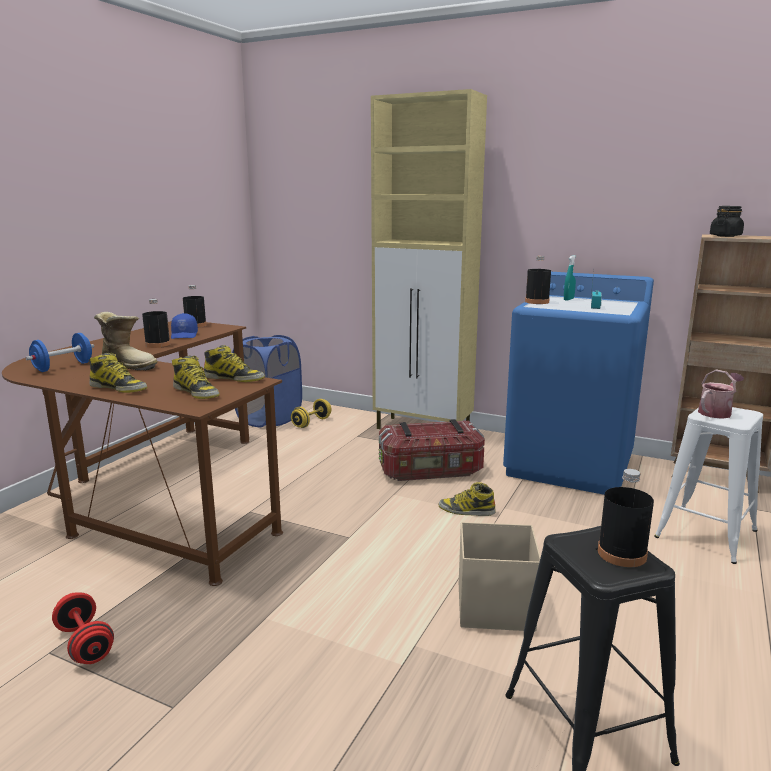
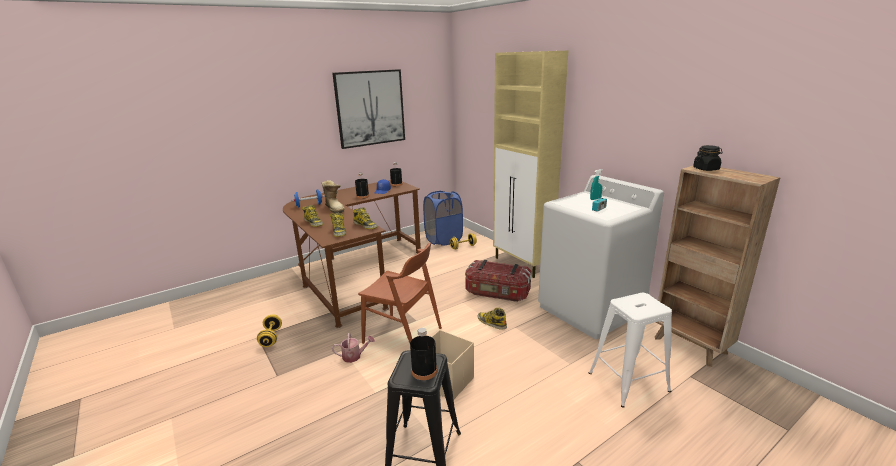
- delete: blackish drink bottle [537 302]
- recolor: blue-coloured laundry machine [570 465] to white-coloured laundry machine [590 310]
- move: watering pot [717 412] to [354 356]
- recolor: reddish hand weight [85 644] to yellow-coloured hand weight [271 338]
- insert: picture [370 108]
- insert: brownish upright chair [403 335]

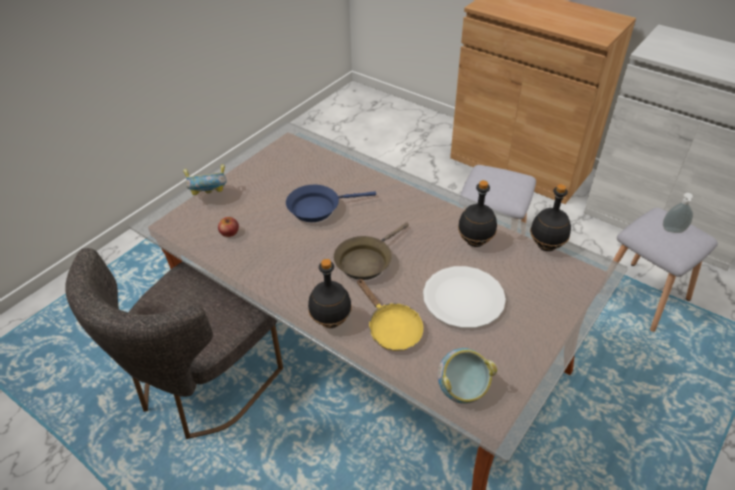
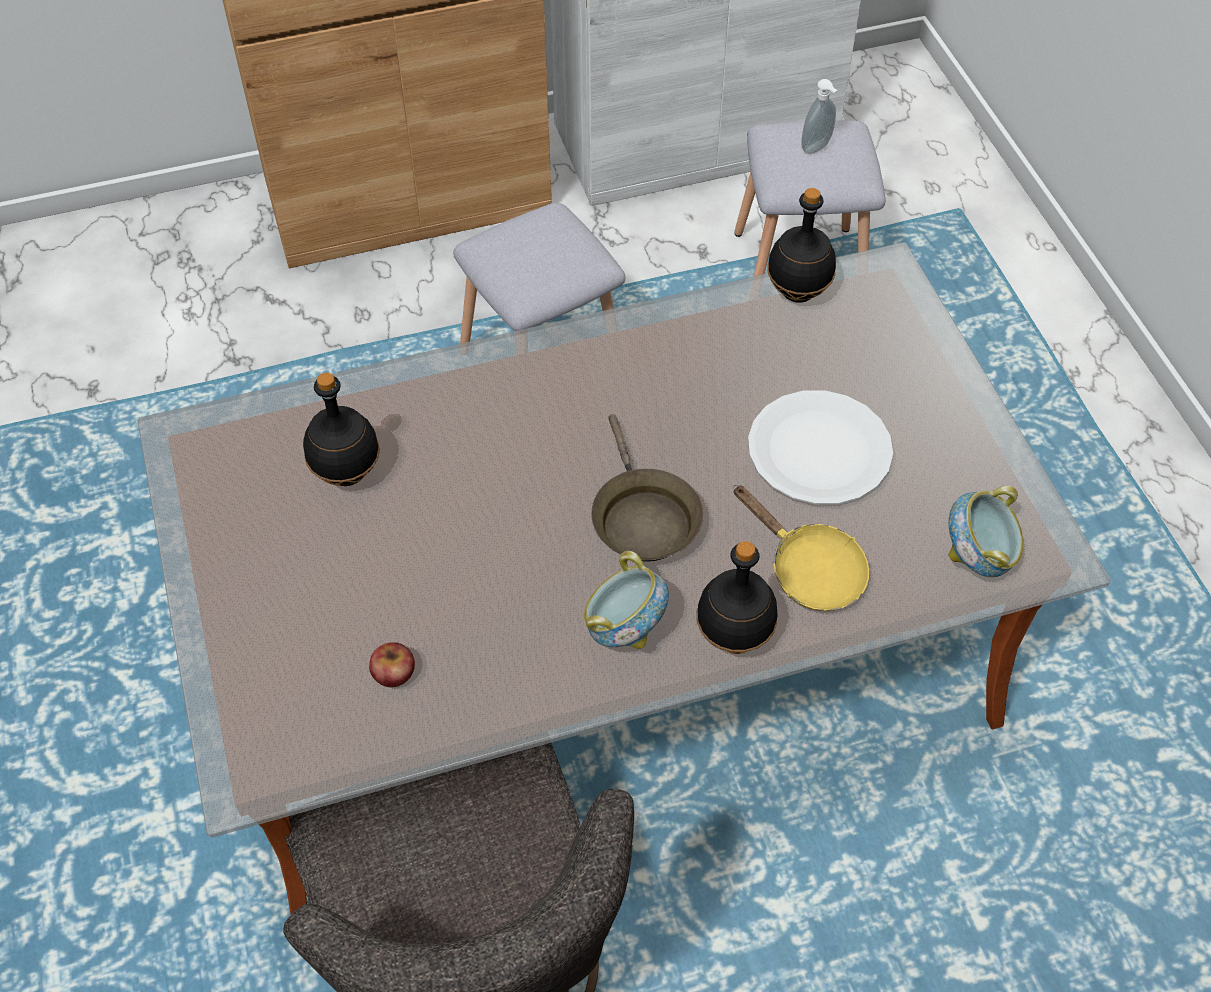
- move: bowl [210 195] to [625 628]
- move: blackish drink bottle [474 241] to [346 474]
- delete: blue-coloured frying pan [318 208]
- rotate: yellow-coloured frying pan [391 328] = [809 570] 45 degrees clockwise

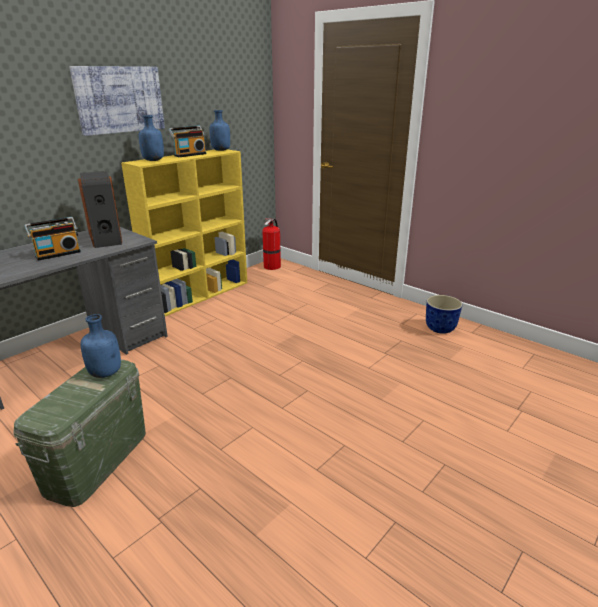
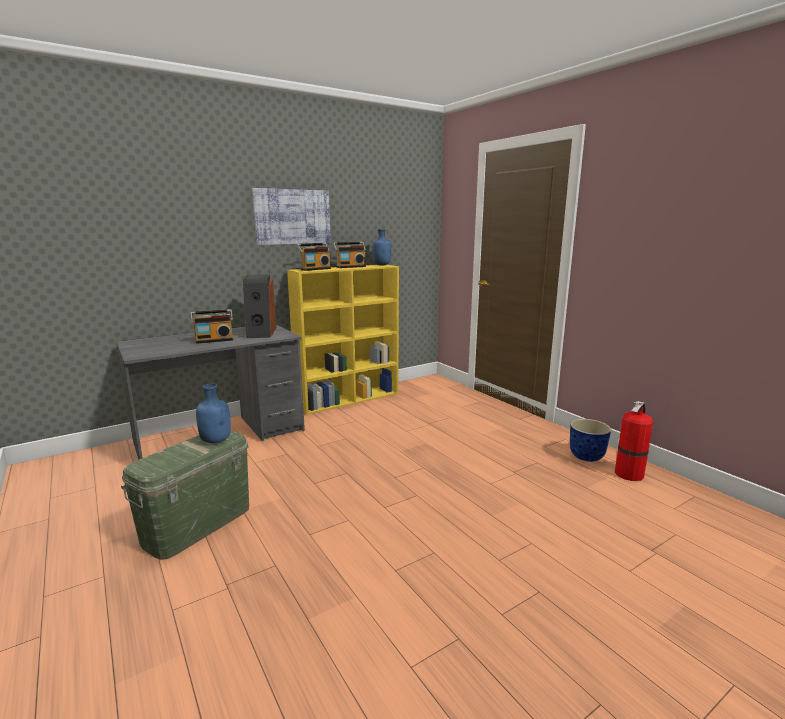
- replace: blue-coloured drink bottle [153 160] to radio [315 269]
- move: extinguisher [272 266] to [629 473]

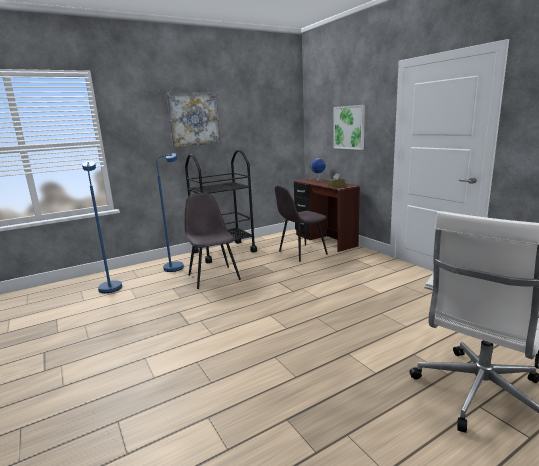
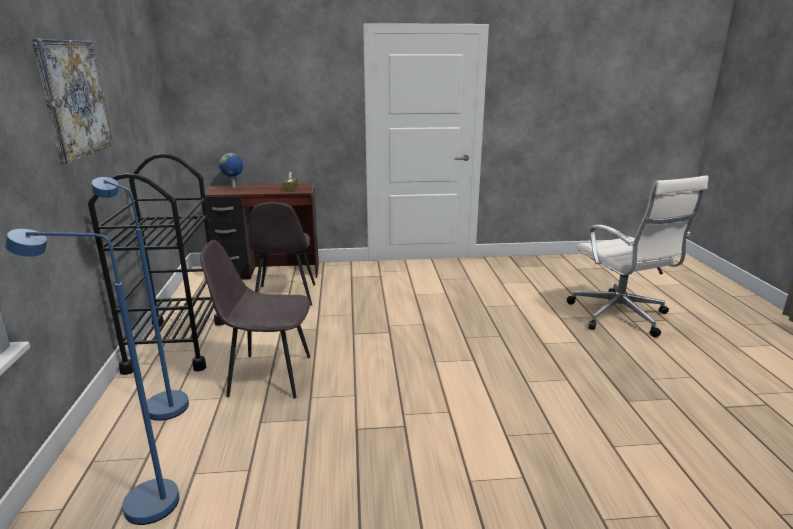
- delete: picture [349 127]

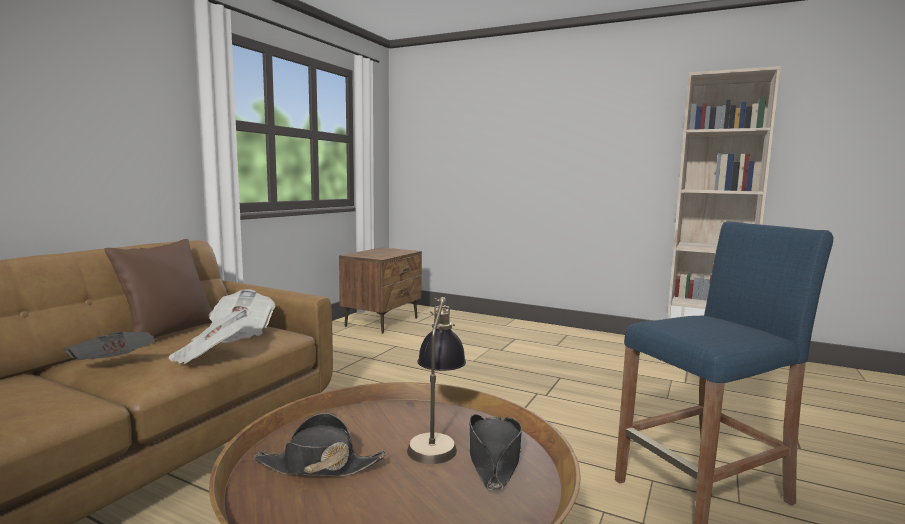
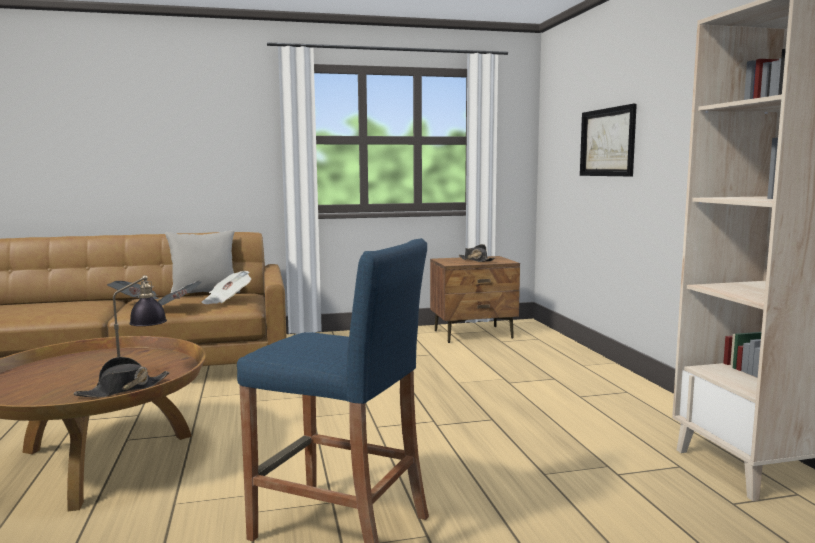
- recolor: brownish throw pillow [168 332] to greyish throw pillow [204 294]
- move: blackish wearable hat [319 465] to [475 260]
- insert: picture [607 142]

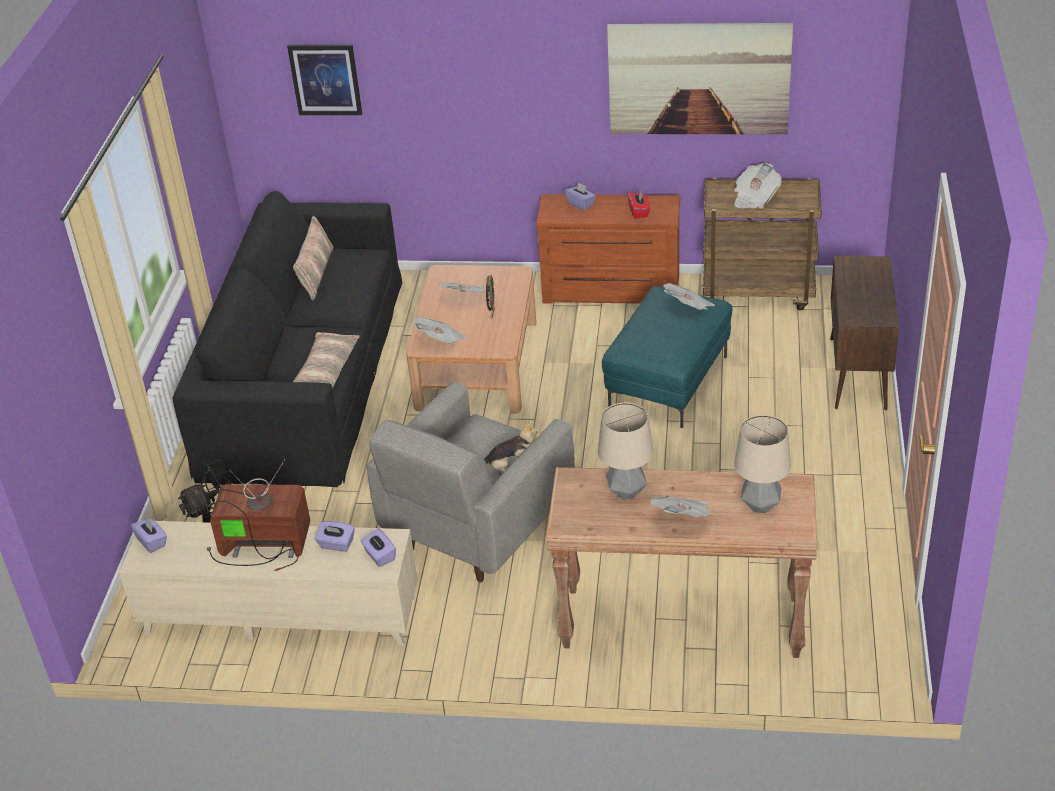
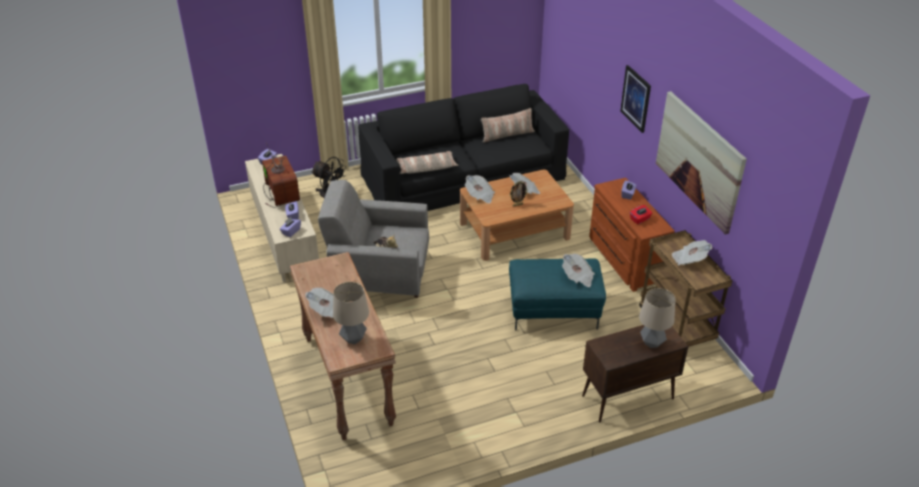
- move: picture [325 79] to [636 98]
- move: lamp for a table [626 492] to [651 343]

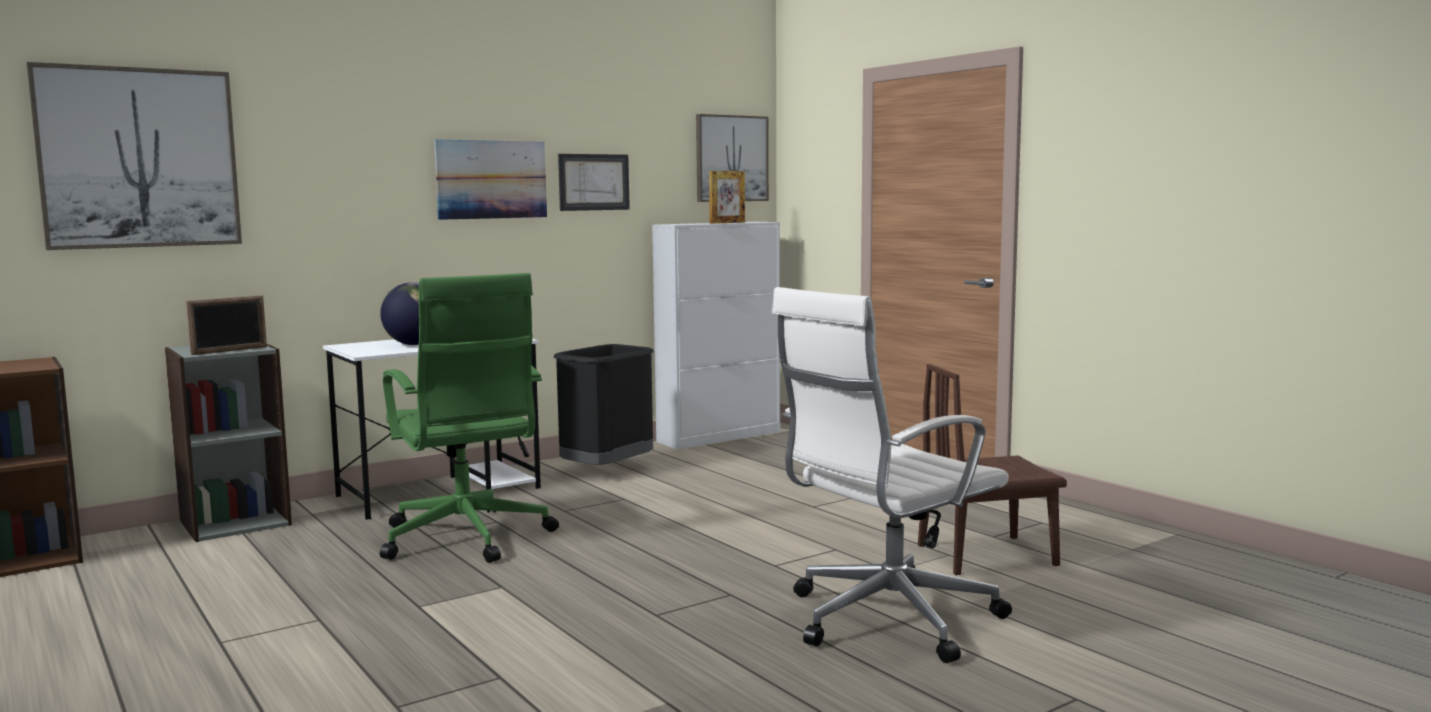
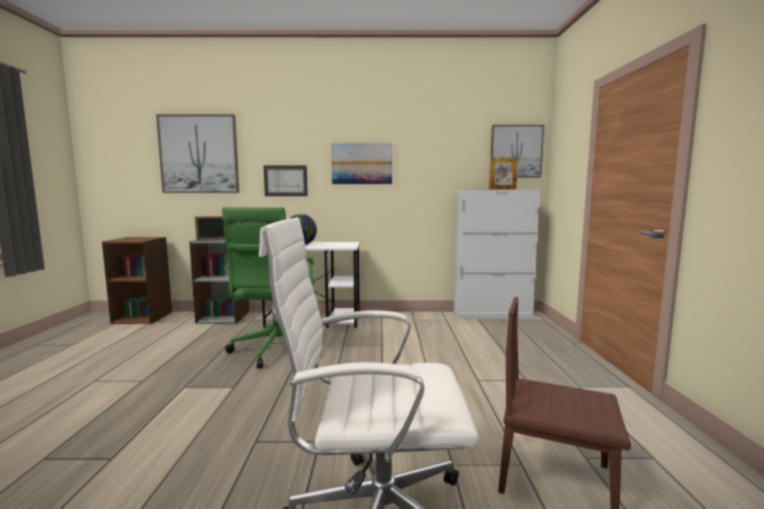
- move: picture [593 182] to [285 181]
- delete: blackish rubbish bin [607 471]

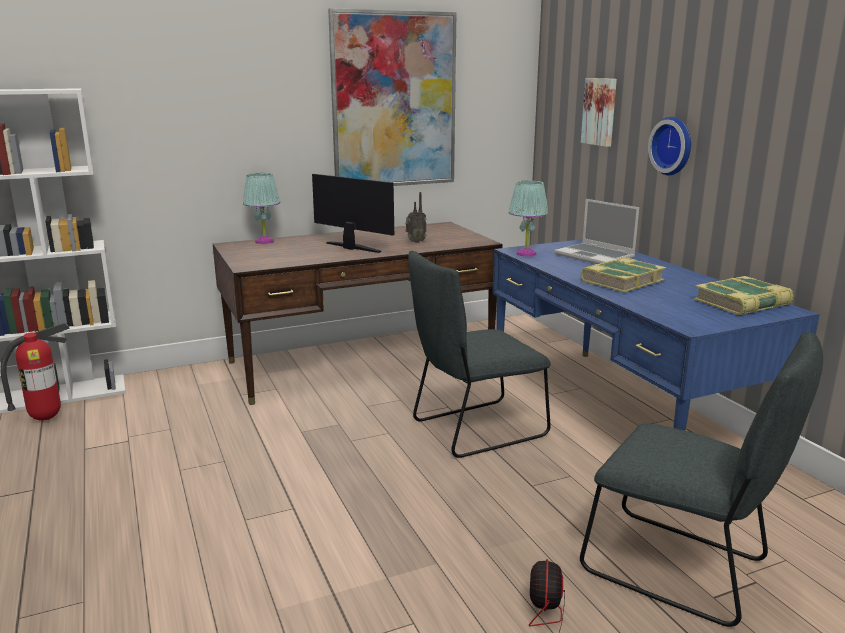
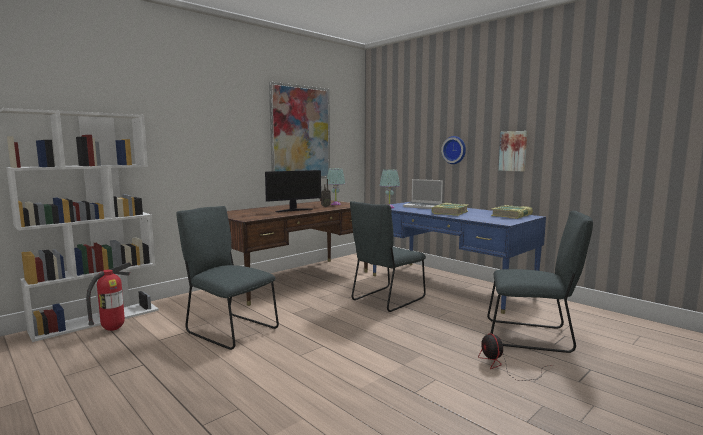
- move: picture [600 111] to [513 151]
- move: blue-green lamp for a table [264 241] to [335 204]
- rotate: computer screen [351 248] = [294 210] 135 degrees clockwise
- insert: greyish upright chair [229 330]

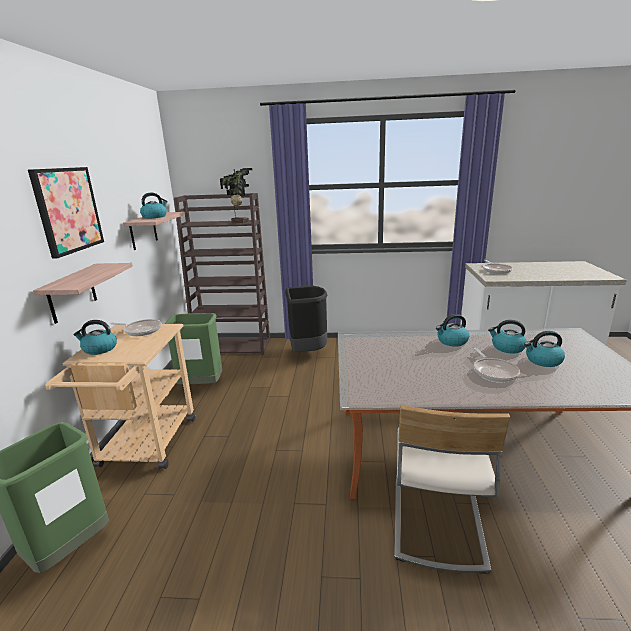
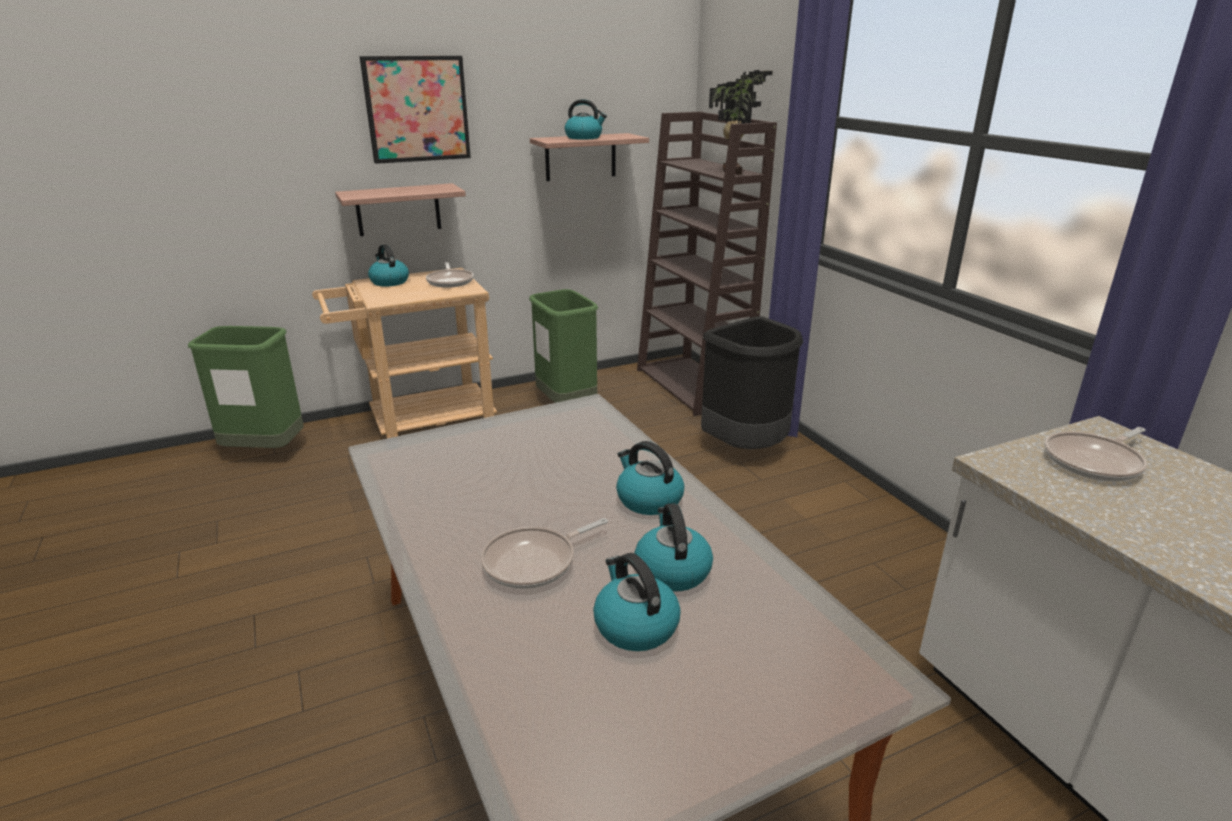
- delete: beige-coloured upright chair [436 522]

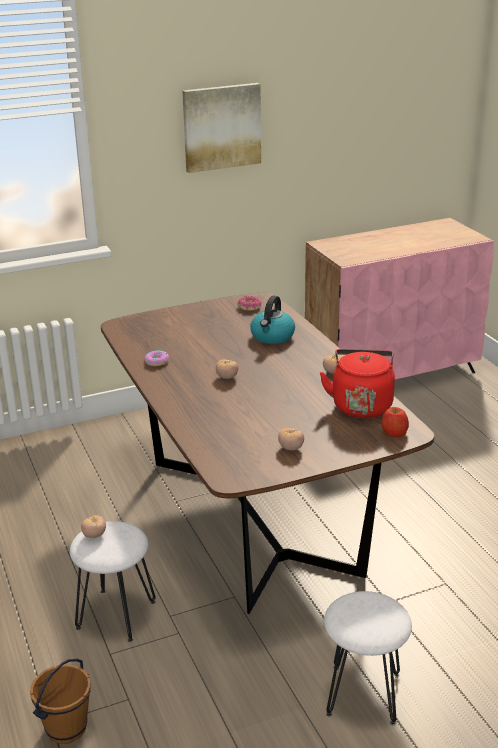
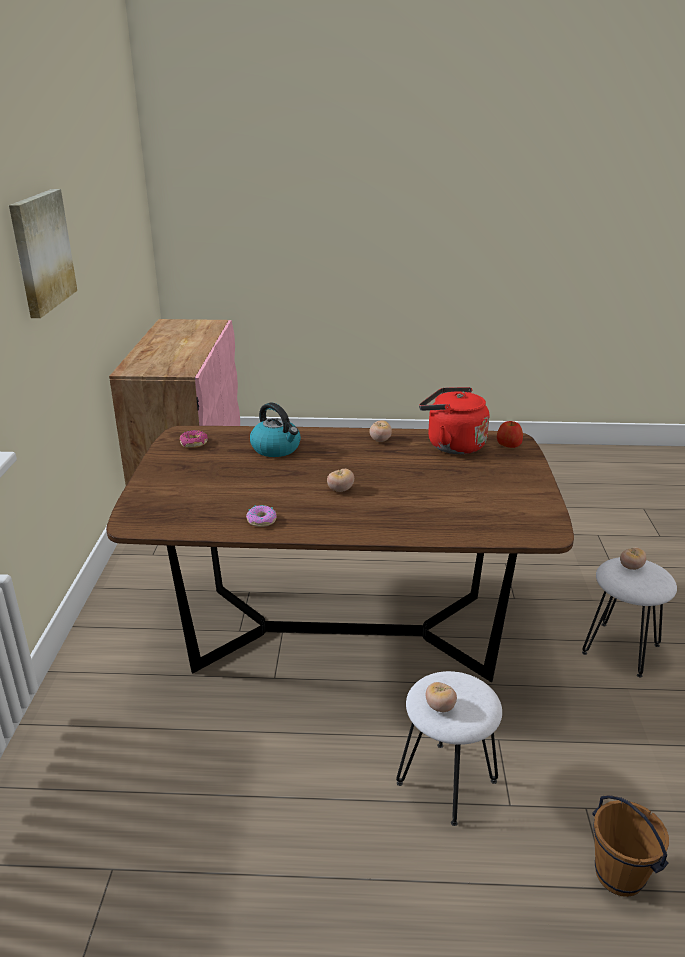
- move: whole tomato [291 448] to [631 567]

